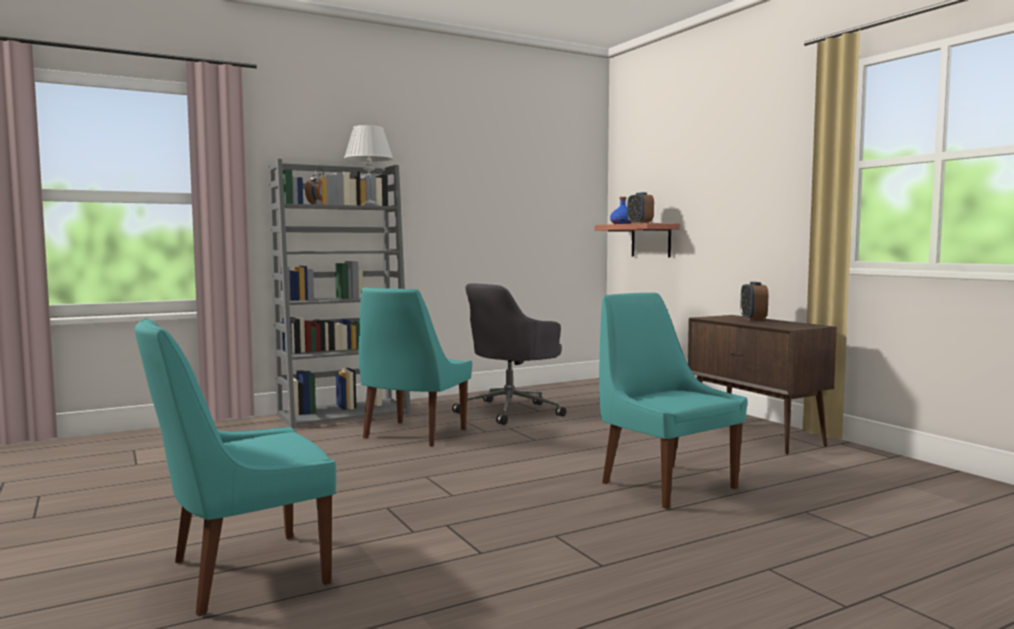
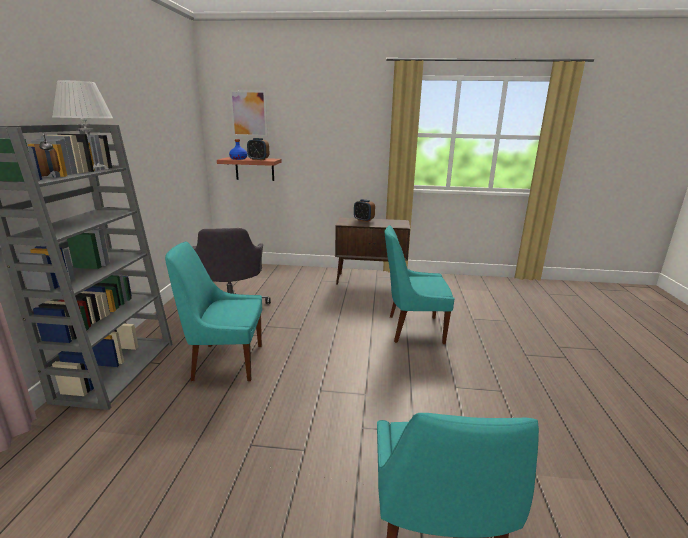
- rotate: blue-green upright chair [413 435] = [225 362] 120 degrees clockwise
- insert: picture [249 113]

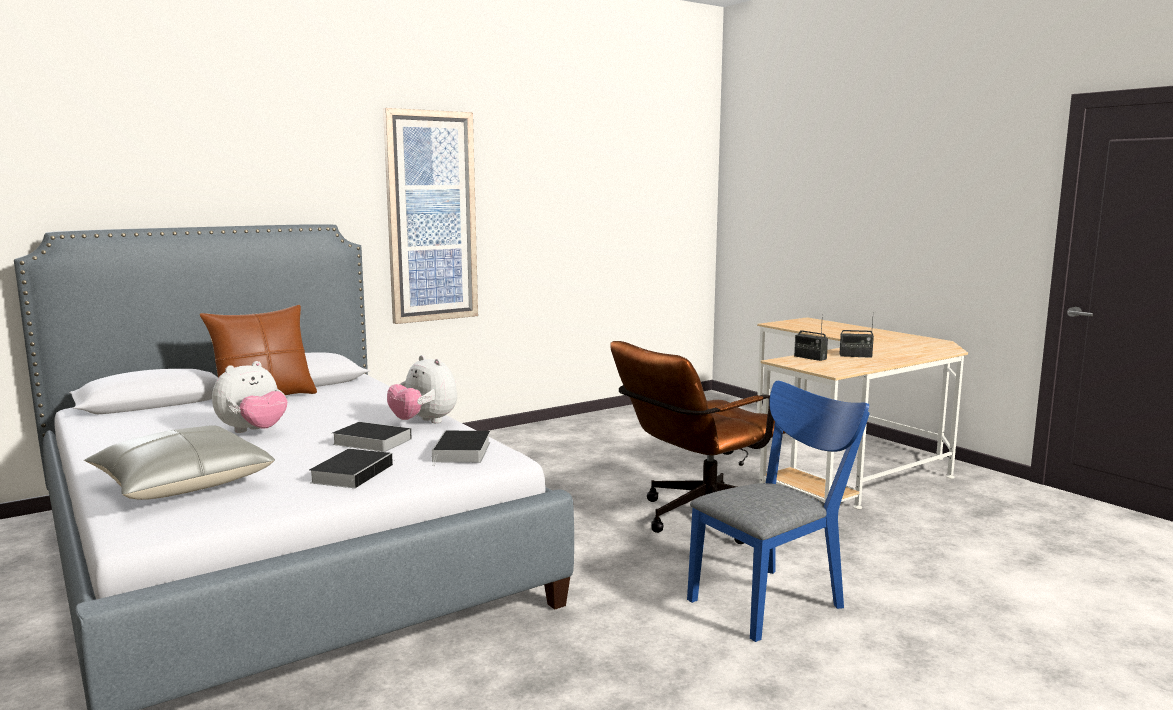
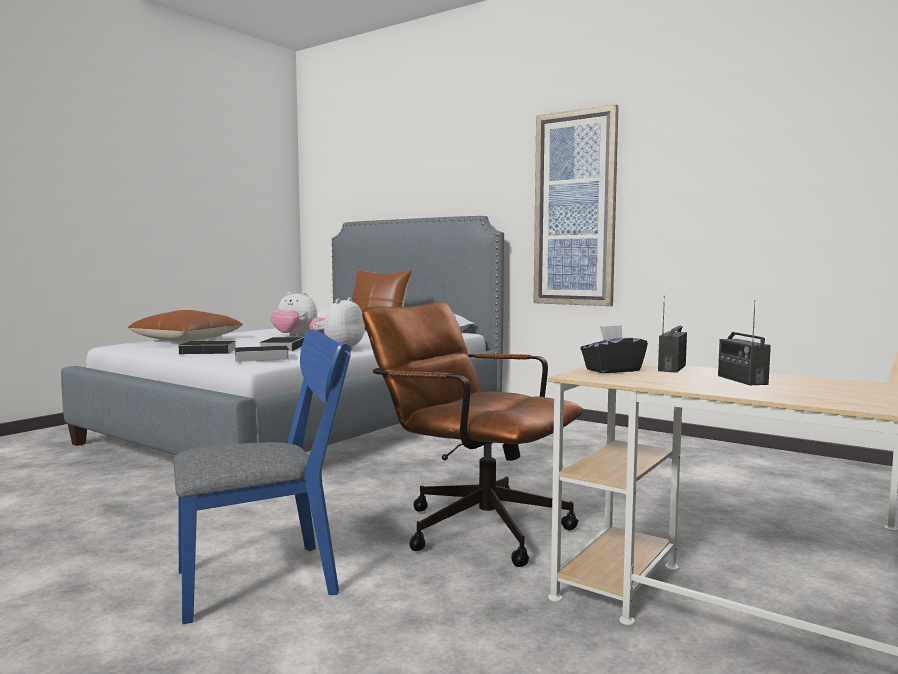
- rotate: blue-coloured upright chair [773 600] = [270 578] 60 degrees counterclockwise
- recolor: greyish throw pillow [182 483] to brownish throw pillow [187 339]
- insert: blackish box of tissues [612 370]

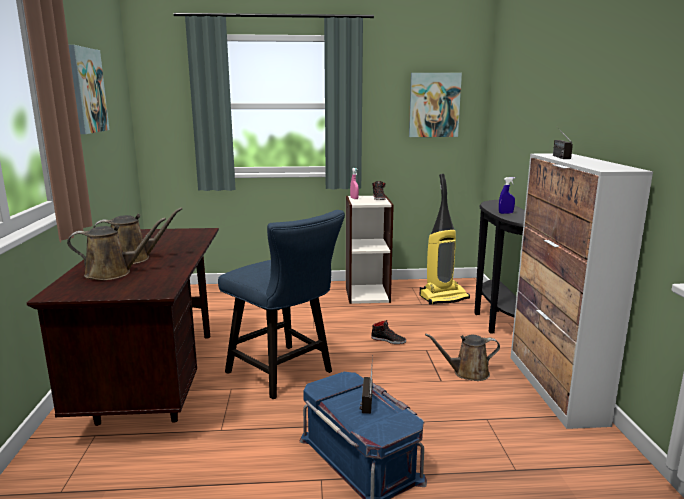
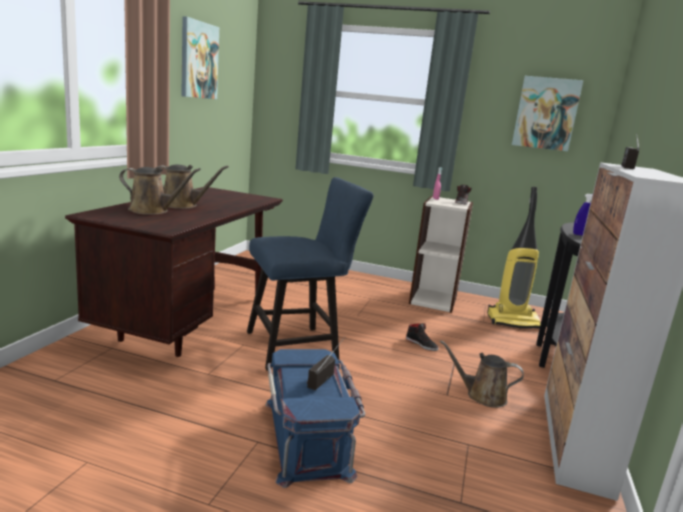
- rotate: blue-coloured upright chair [285 374] = [299 346] 90 degrees counterclockwise

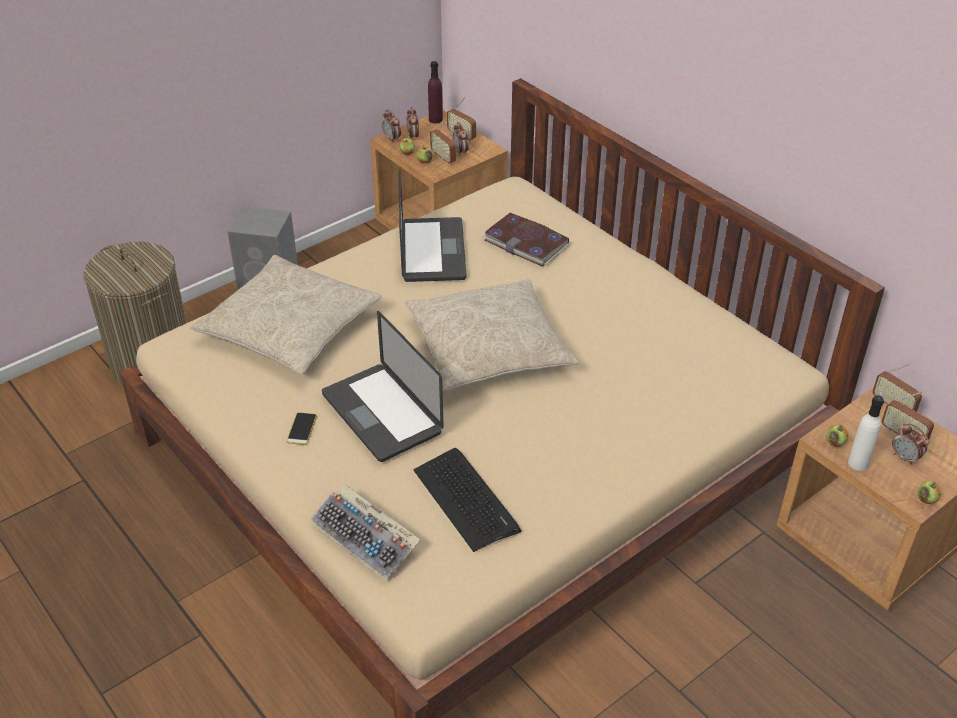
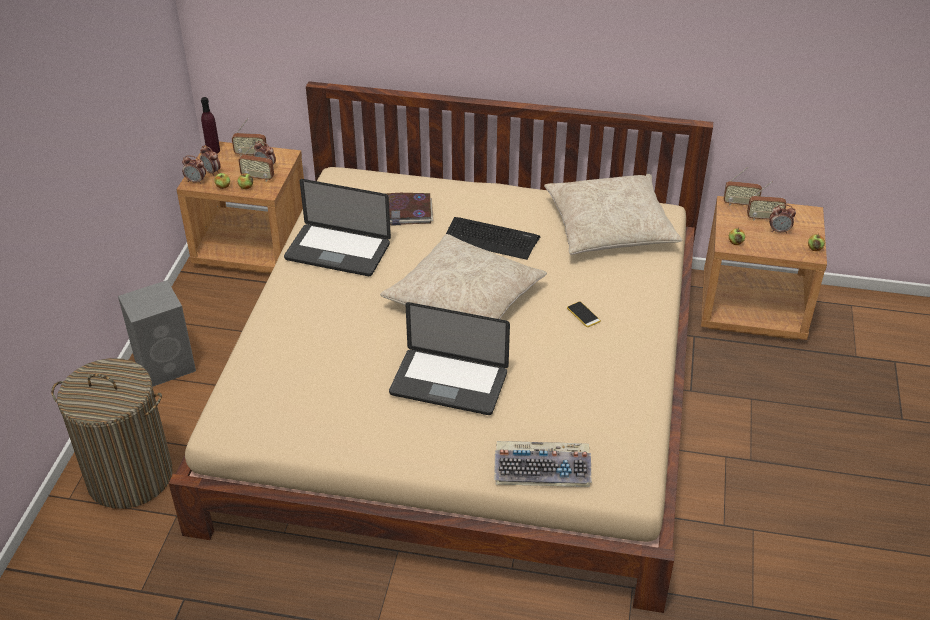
- rotate: notebook computer [432 251] = [337 251] 150 degrees clockwise
- move: beige-coloured throw pillow [290 328] to [610 226]
- delete: white-coloured drink bottle [858 463]
- move: telephone [302 429] to [583 314]
- move: PC keyboard [466 500] to [491 239]

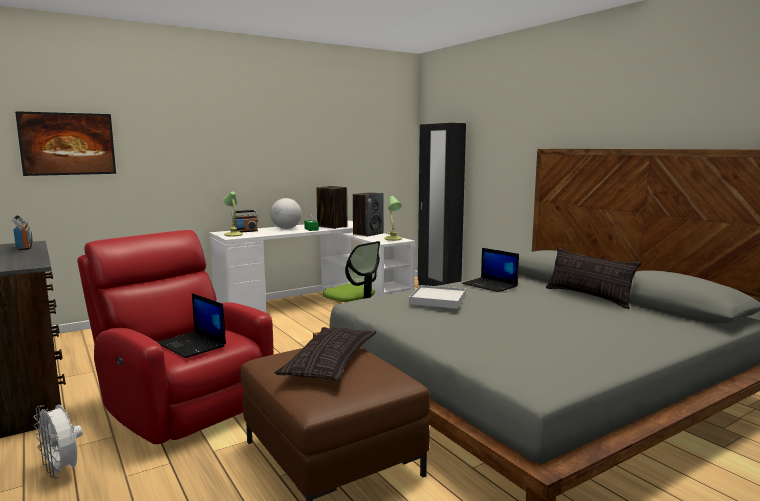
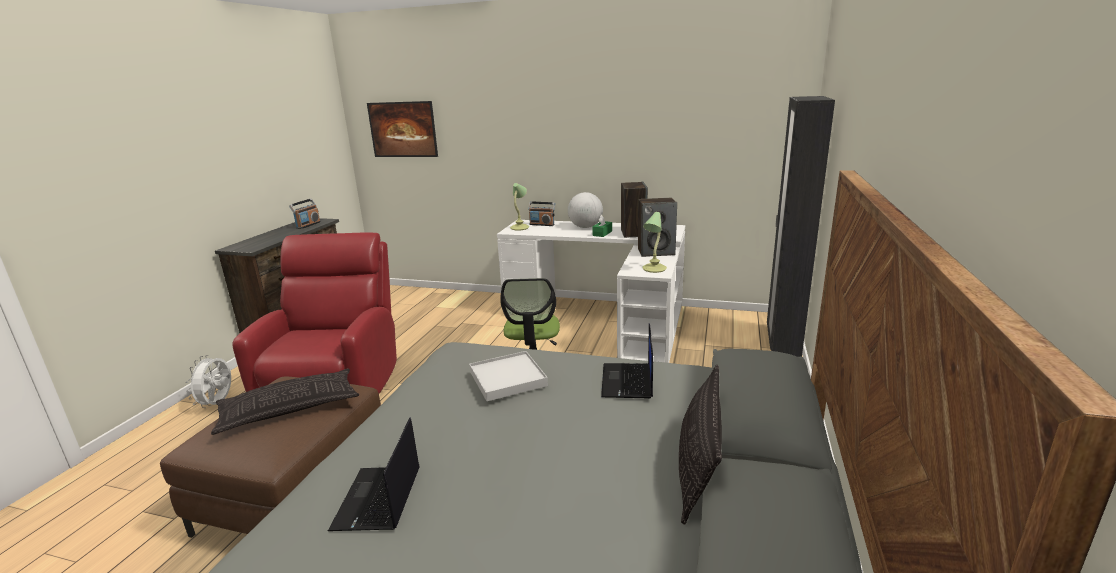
- move: notebook computer [192 345] to [378 499]

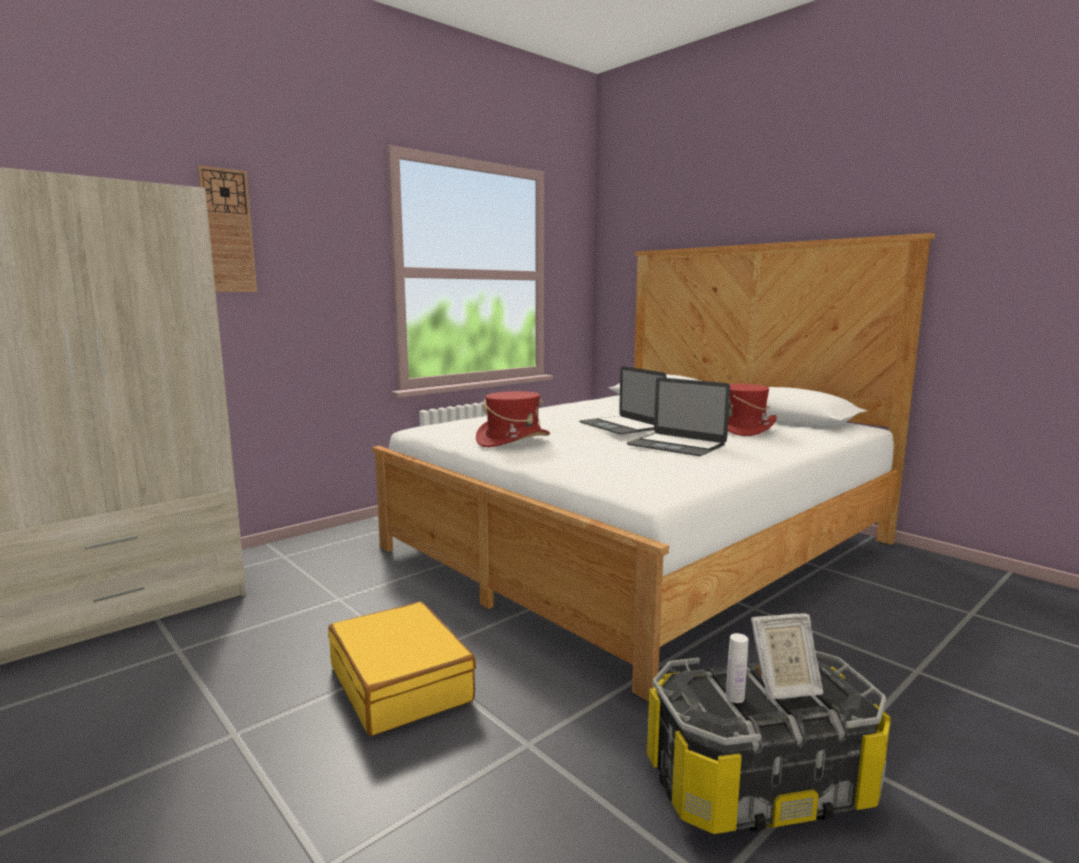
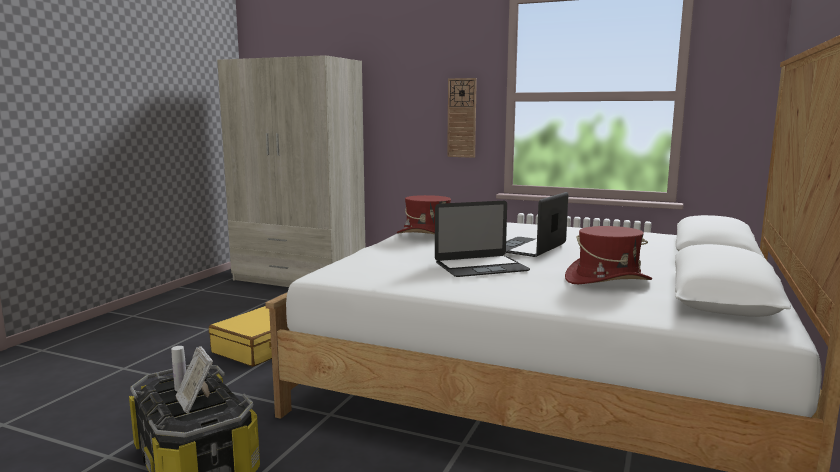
- move: clock on the wall [227 231] to [462 118]
- rotate: notebook computer [676 445] = [481 266] 120 degrees counterclockwise

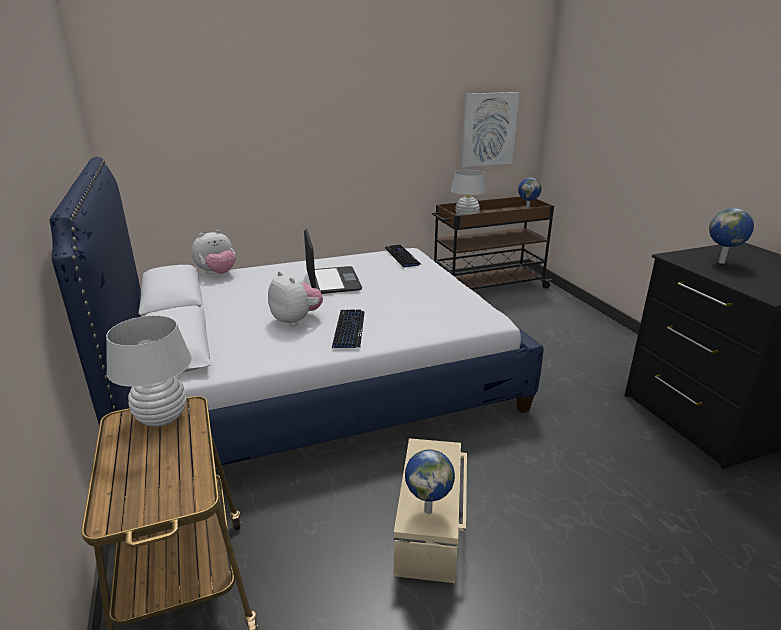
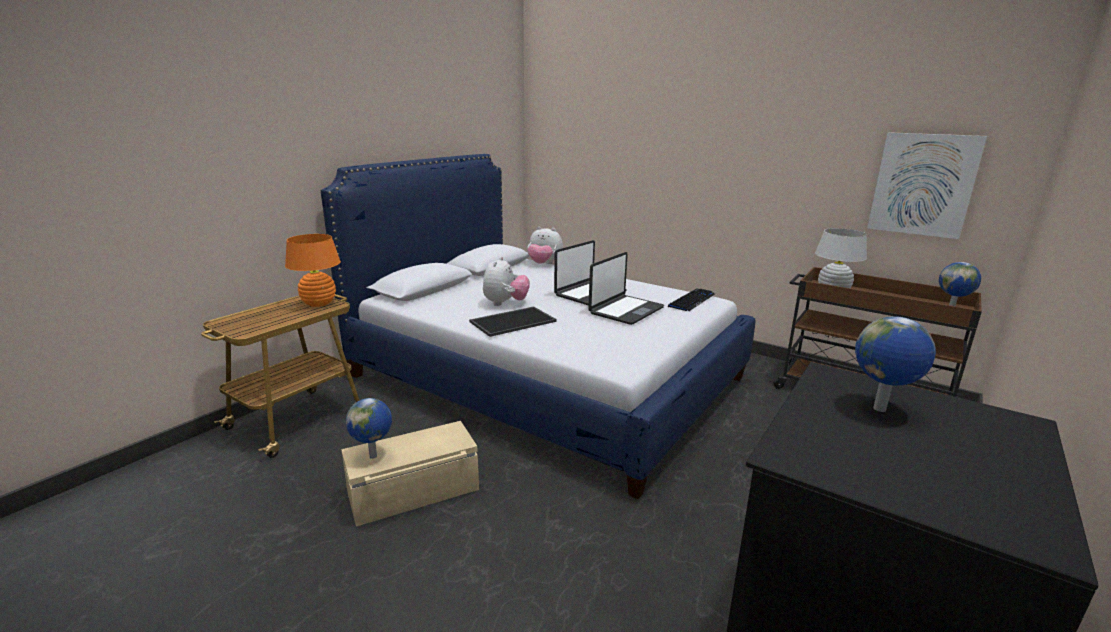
- replace: PC keyboard [349 329] to serving tray [513 321]
- recolor: white-coloured lamp for a table [161 418] to orange-coloured lamp for a table [319 303]
- insert: notebook computer [625 310]

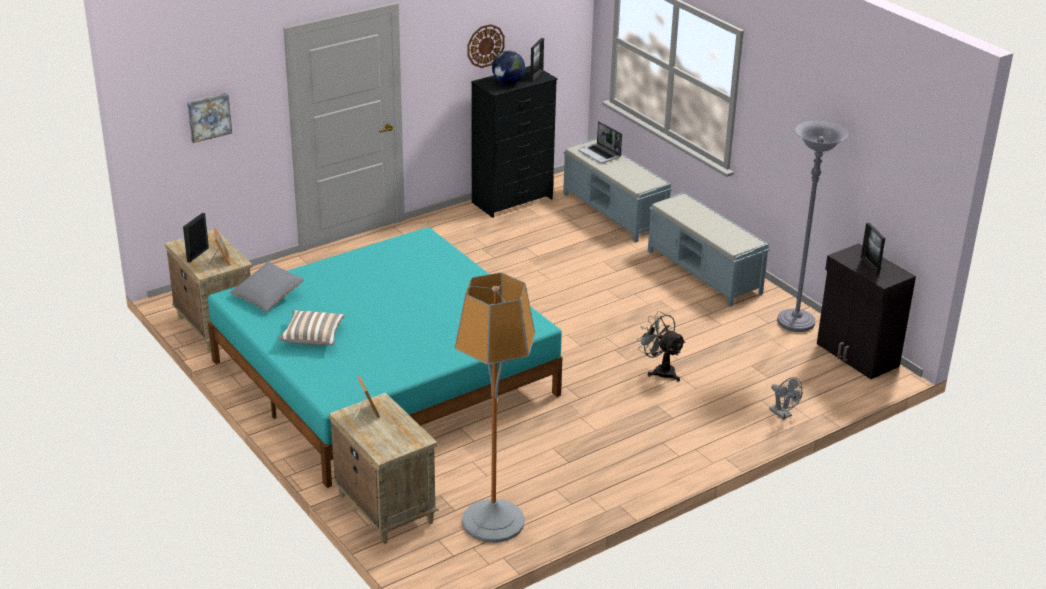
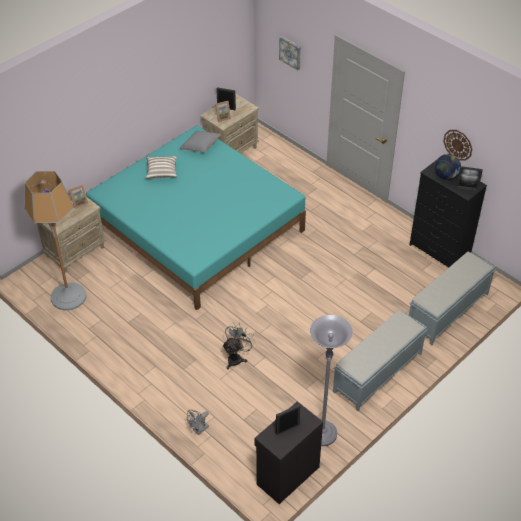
- delete: notebook computer [600 154]

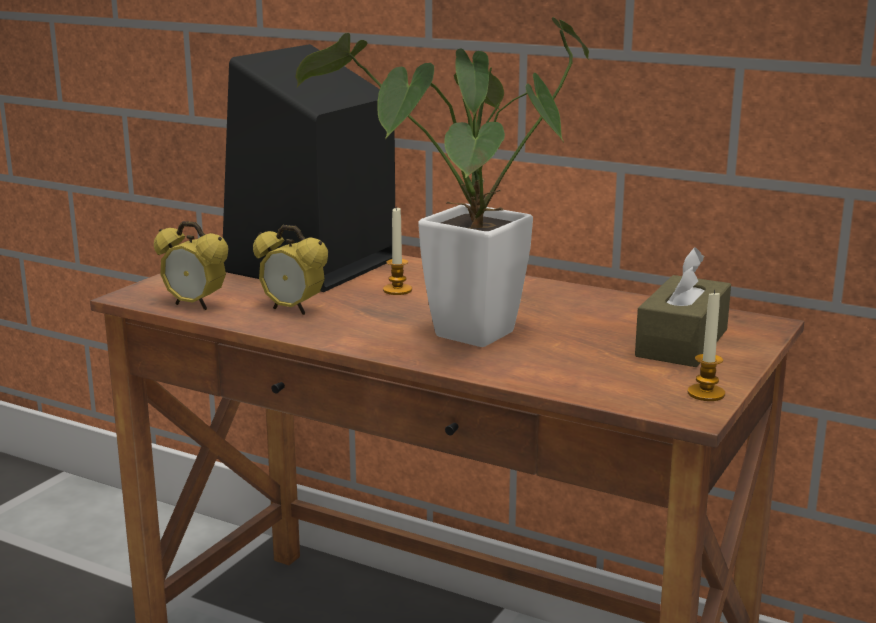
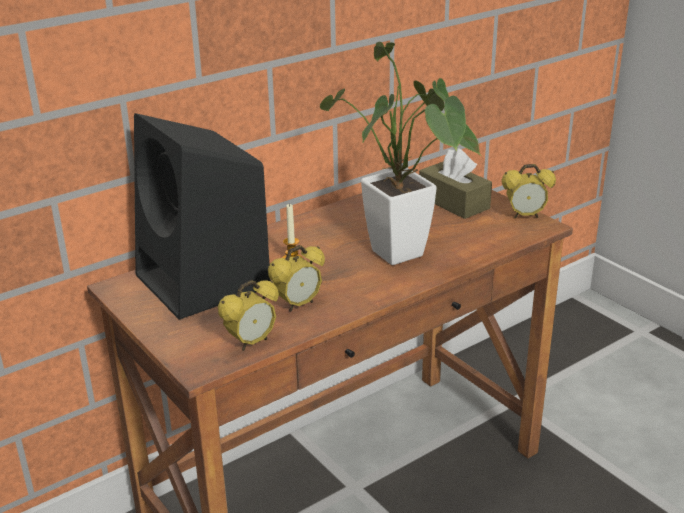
- replace: candle [706 394] to table clock [525 216]

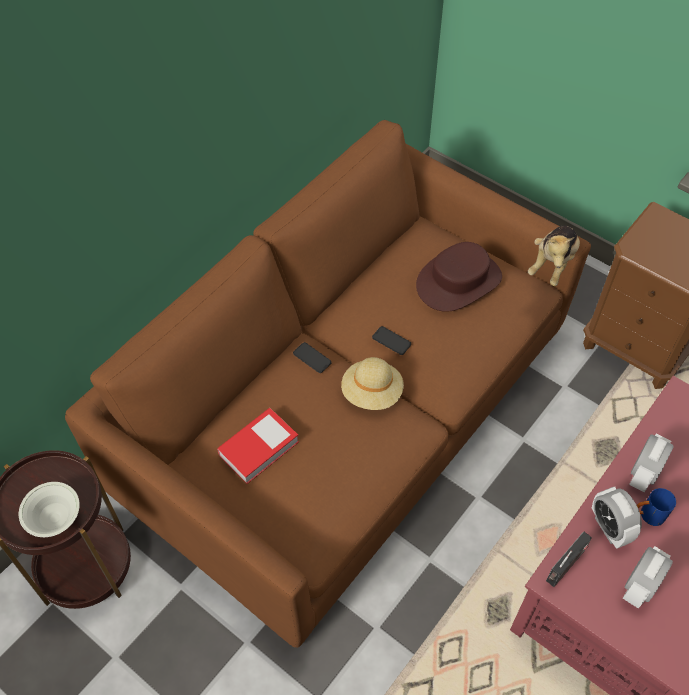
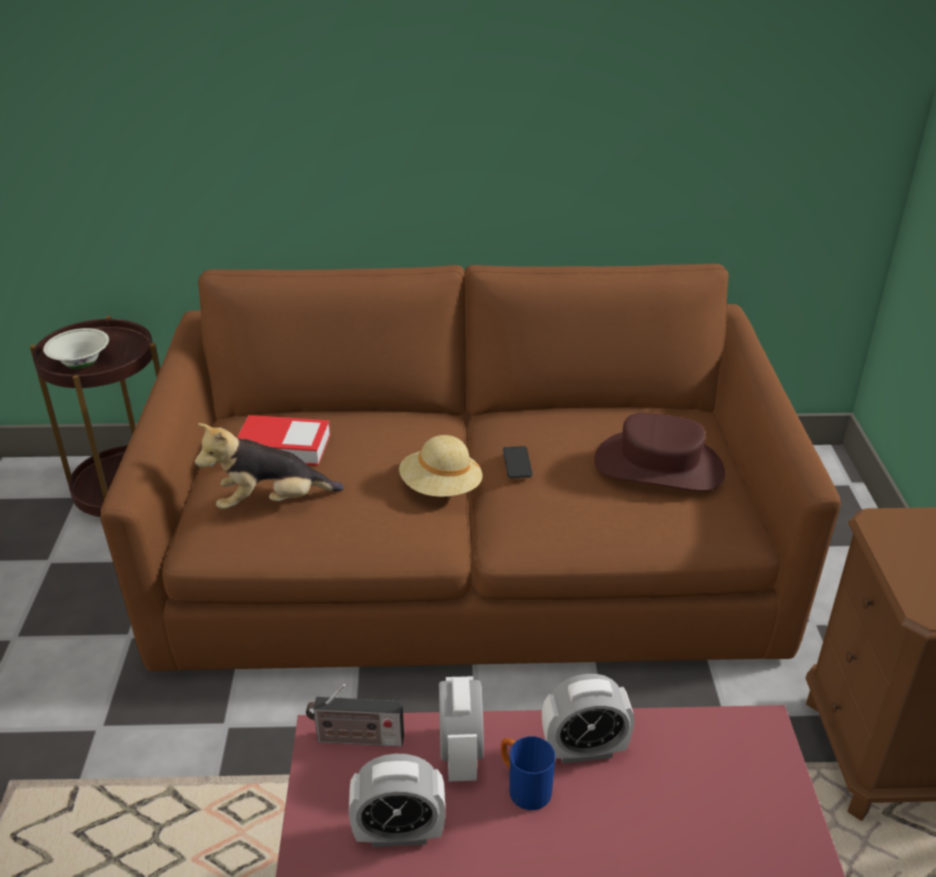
- move: soft toy [552 264] to [271 502]
- delete: telephone [312 358]
- rotate: table clock [609 528] = [460 755] 150 degrees clockwise

